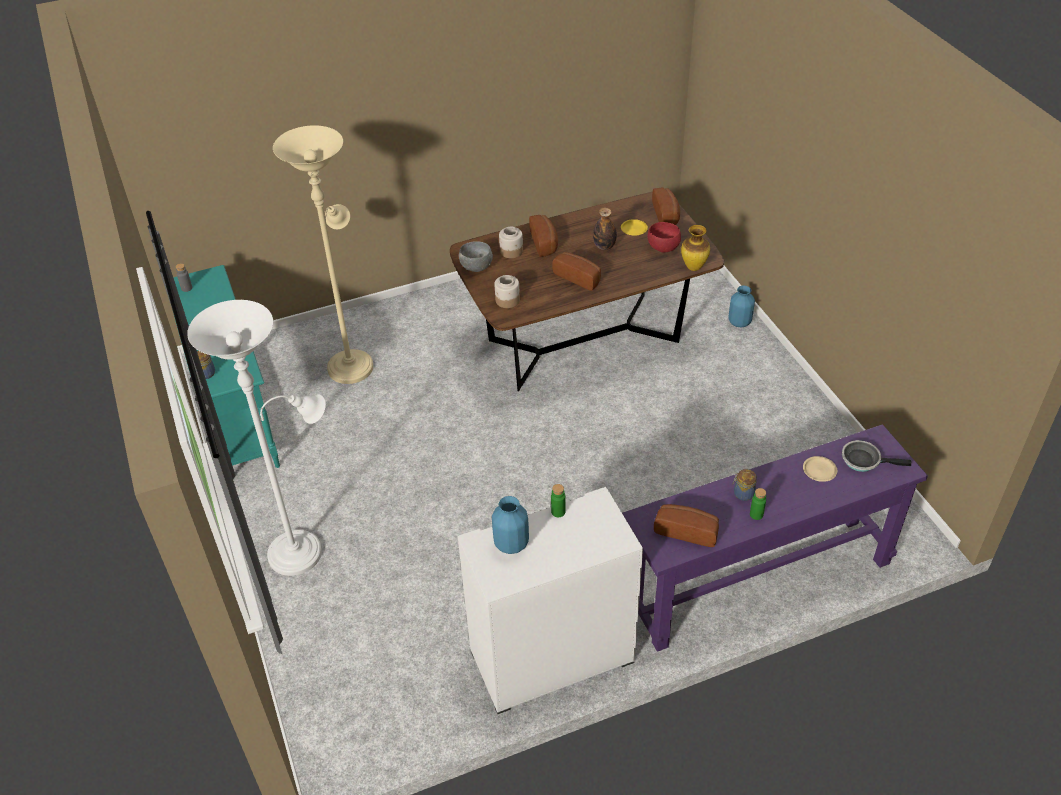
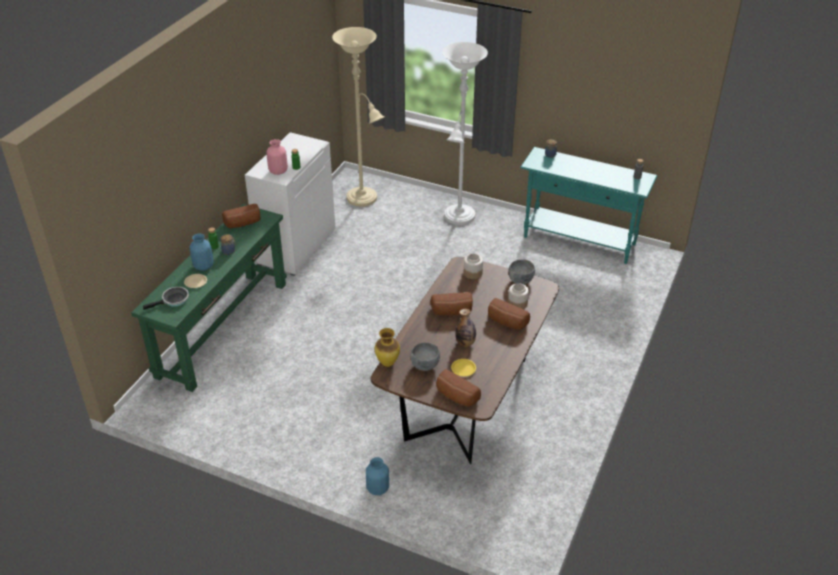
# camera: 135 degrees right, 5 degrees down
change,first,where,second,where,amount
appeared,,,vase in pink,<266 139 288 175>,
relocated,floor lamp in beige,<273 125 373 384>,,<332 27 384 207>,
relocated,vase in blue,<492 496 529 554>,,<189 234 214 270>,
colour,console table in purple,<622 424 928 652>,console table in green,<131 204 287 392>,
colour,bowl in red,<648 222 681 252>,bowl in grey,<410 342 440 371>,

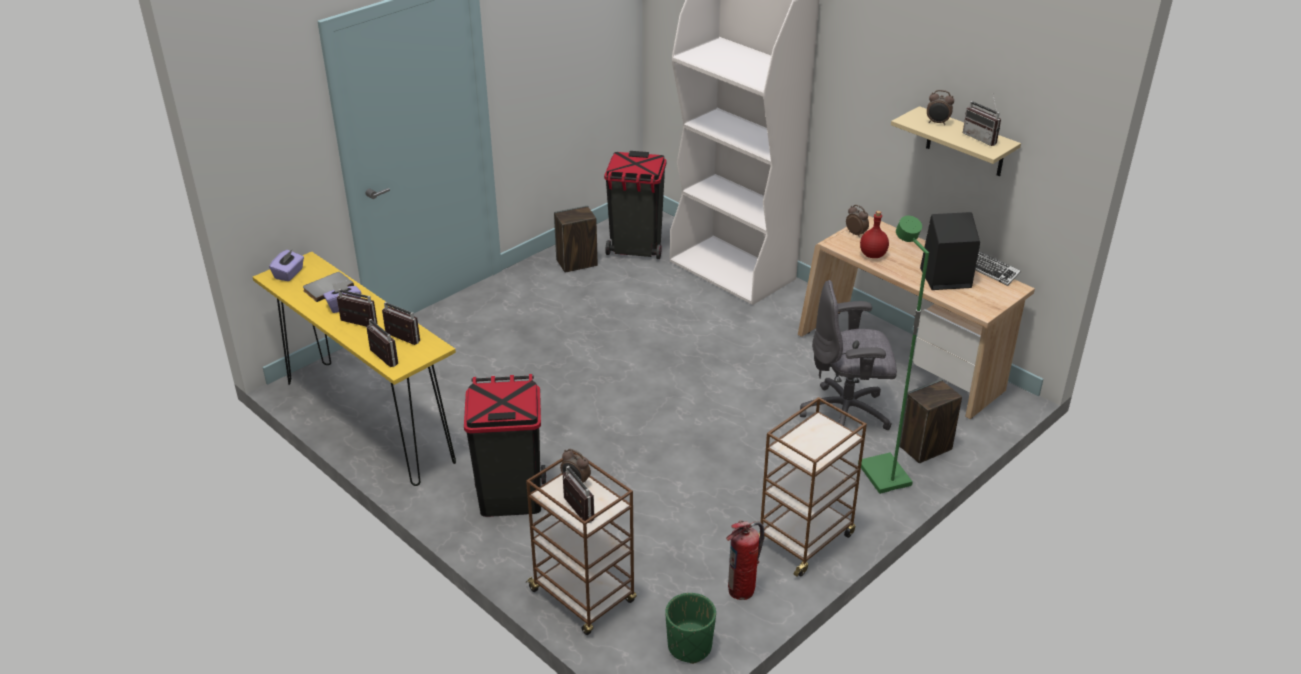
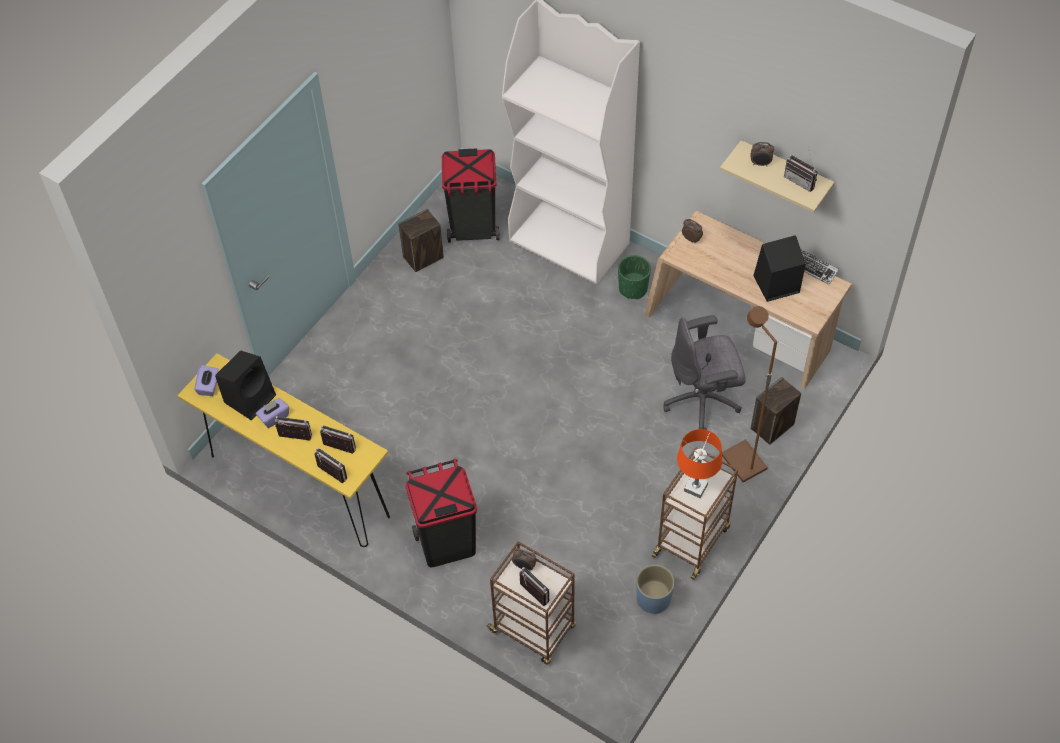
# camera: 10 degrees left, 20 degrees up
change,first,where,second,where,amount
missing,bottle in red,<860 211 889 258>,,,
appeared,,,table lamp in orange,<677 429 722 498>,
relocated,planter in green,<665 593 716 664>,,<618 255 651 299>,
exchanged,book in grey,<303 272 354 302>,speaker in black,<215 350 276 420>,
exchanged,fire extinguisher,<726 520 764 600>,planter in blue,<636 564 675 614>,
colour,floor lamp in green,<858 216 929 494>,floor lamp in brown,<722 306 777 483>,

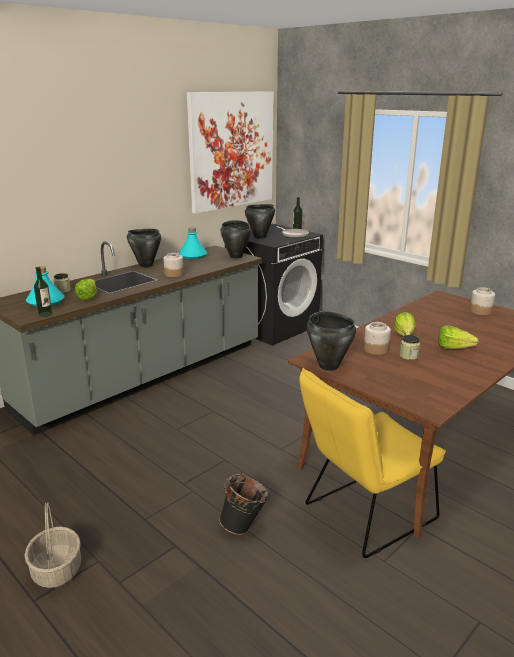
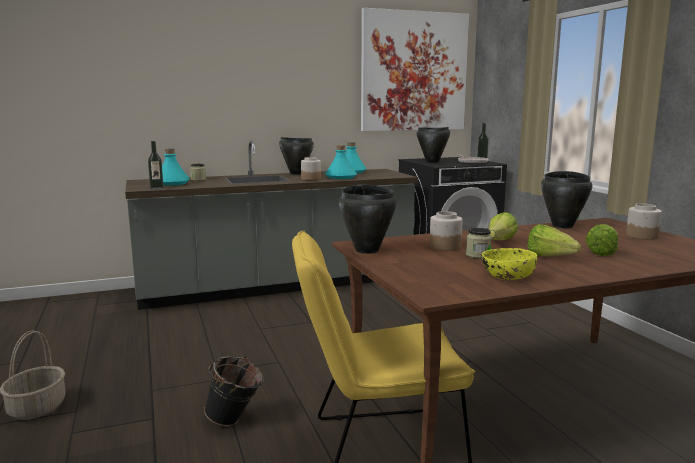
# camera: 25 degrees right, 10 degrees down
change,first,where,second,where,amount
appeared,,,bottle in turquoise,<325 145 357 179>,
appeared,,,bowl in yellow,<482 248 537 280>,
relocated,lettuce,<75 279 97 301>,,<585 224 618 256>,
relocated,cooking pot in black,<220 220 251 258>,,<541 171 592 228>,

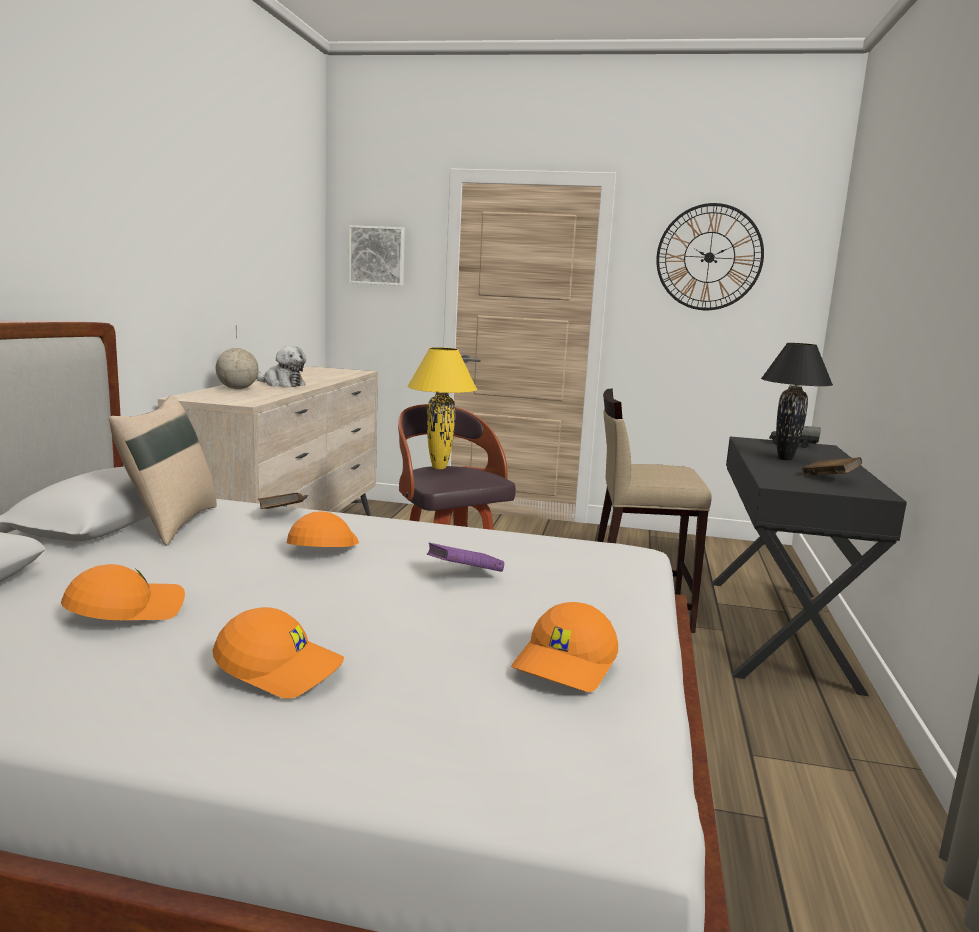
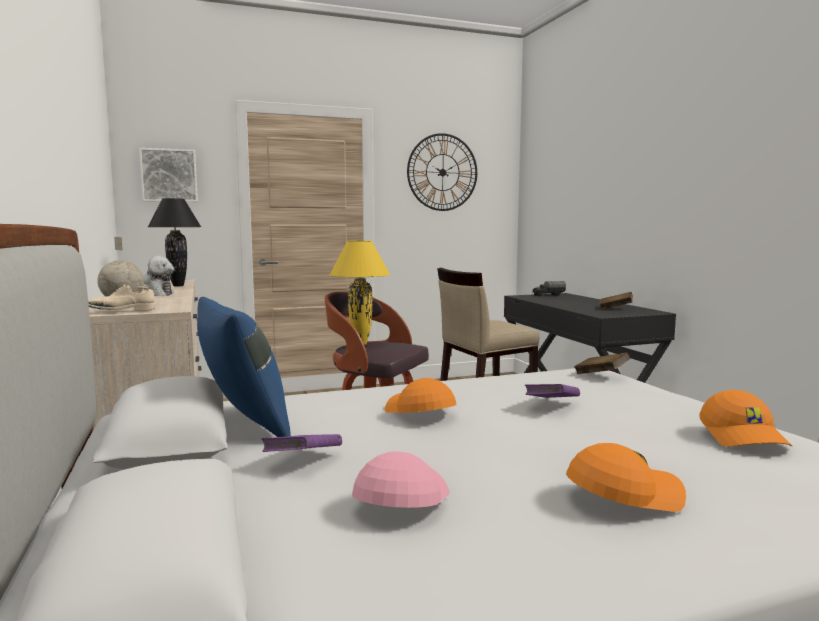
# camera: 30 degrees left, 5 degrees down
change,first,where,second,where,amount
appeared,,,shoe in beige,<88 282 155 311>,
appeared,,,book in purple,<262 434 342 452>,
relocated,book in brown,<258 493 304 509>,,<574 352 630 374>,
relocated,table lamp in black,<761 343 833 460>,,<148 198 201 287>,
colour,cap in orange,<61 564 185 620>,cap in pink,<352 452 449 508>,
colour,pillow in beige,<109 395 217 546>,pillow in blue,<197 297 291 437>,

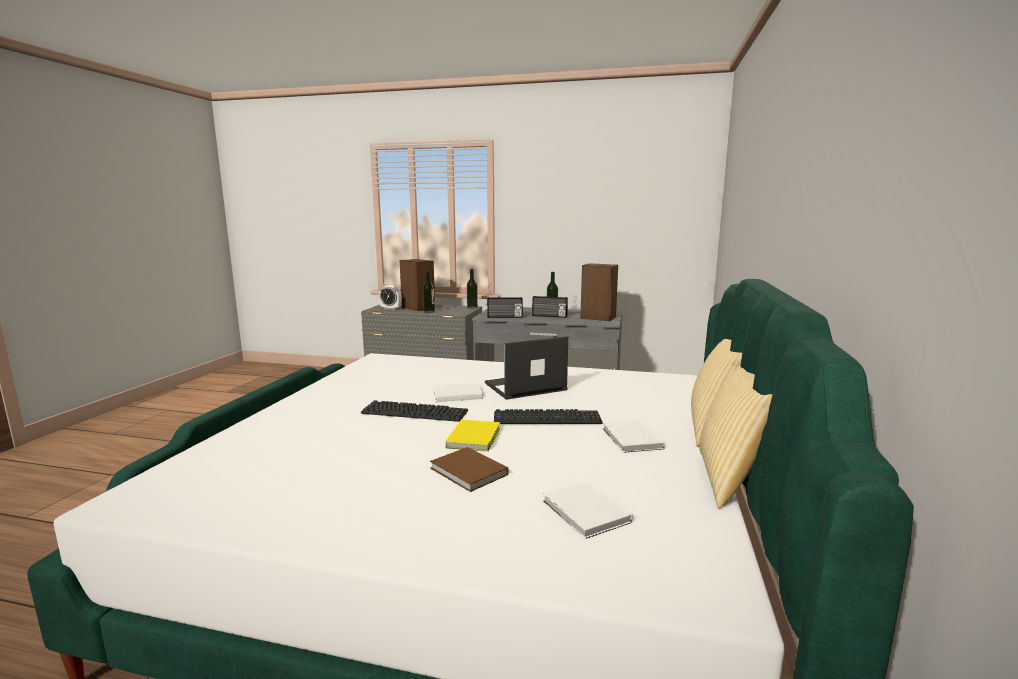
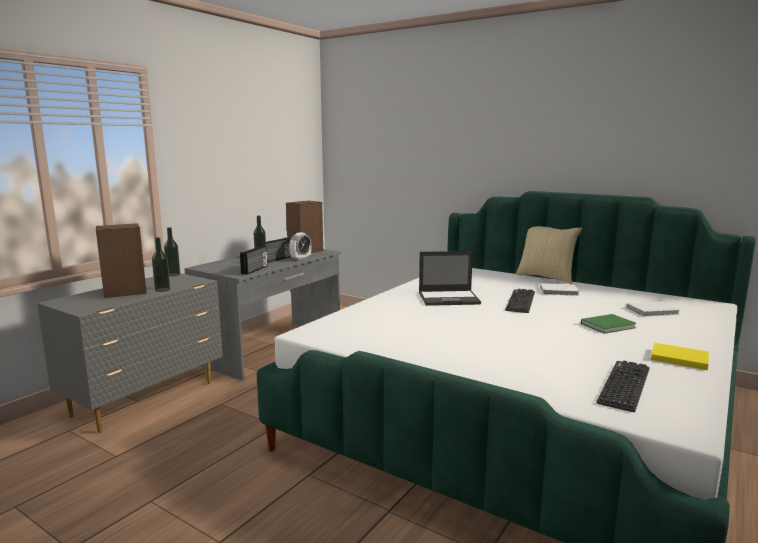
# camera: 70 degrees left, 0 degrees up
change,first,where,second,where,amount
missing,book in white,<433 383 483 402>,,,
missing,pillow,<700 364 773 509>,,,
relocated,keyboard,<361 400 468 422>,,<596 361 650 412>,
relocated,alarm clock,<379 285 402 310>,,<289 232 311 260>,
relocated,book in yellow,<445 419 500 452>,,<651 343 709 370>,
colour,book in brown,<430 447 508 492>,book in green,<581 314 637 334>,
spun,laptop,<485 336 568 400>,,<419 251 481 306>,90 degrees counterclockwise

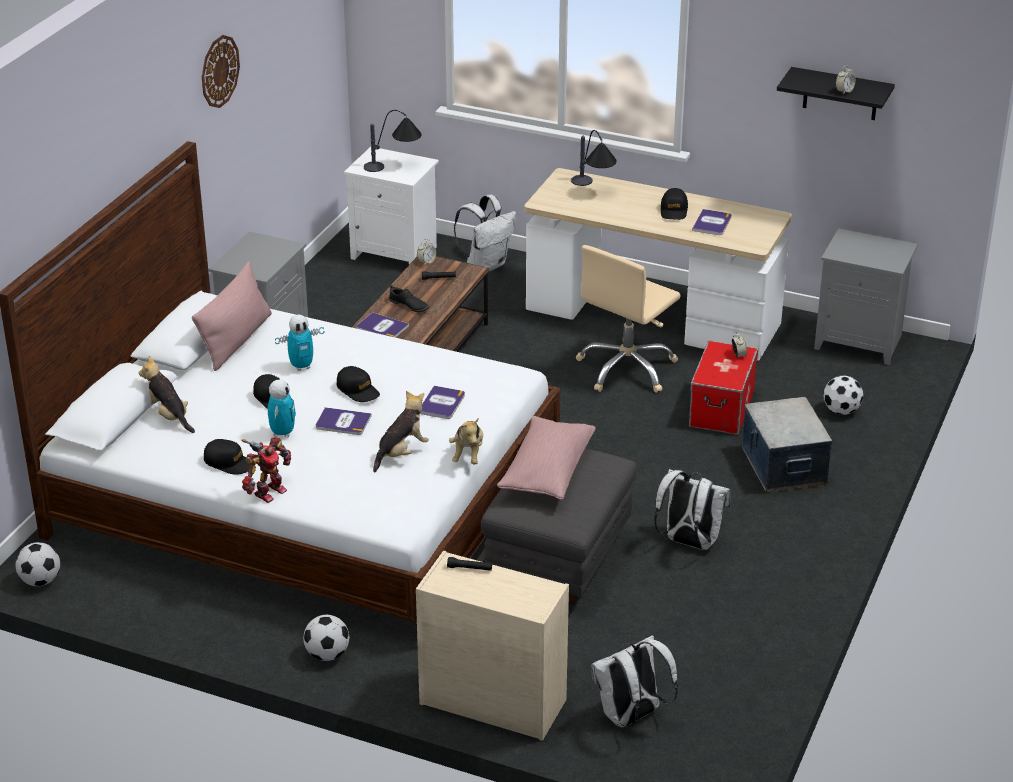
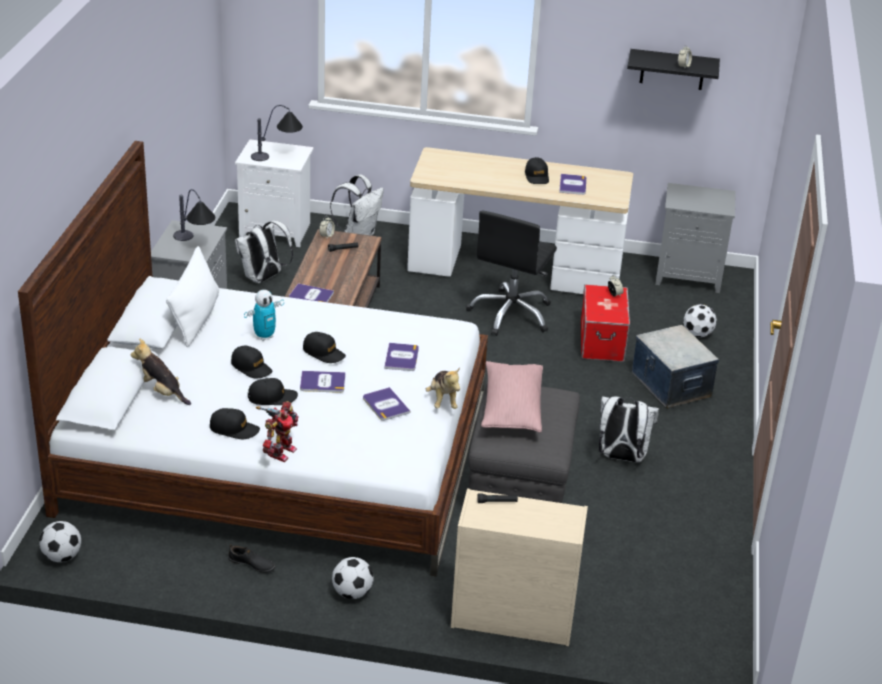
# camera: 15 degrees left, 0 degrees up
change,first,where,second,where,amount
missing,wall clock,<202 35 240 108>,,,
relocated,shoe in black,<389 285 429 312>,,<228 544 275 573>,
relocated,table lamp,<571 130 617 186>,,<173 189 215 241>,
relocated,backpack in white,<591 635 678 727>,,<235 221 293 283>,
exchanged,toy robot,<268 379 296 438>,cap in black,<248 378 298 405>,
exchanged,plush toy,<373 391 429 472>,book,<363 387 410 421>,
colour,pillow in pink,<192 262 272 371>,pillow in white,<166 246 219 347>,
colour,office chair in beige,<576 245 681 393>,office chair in black,<466 211 557 336>,

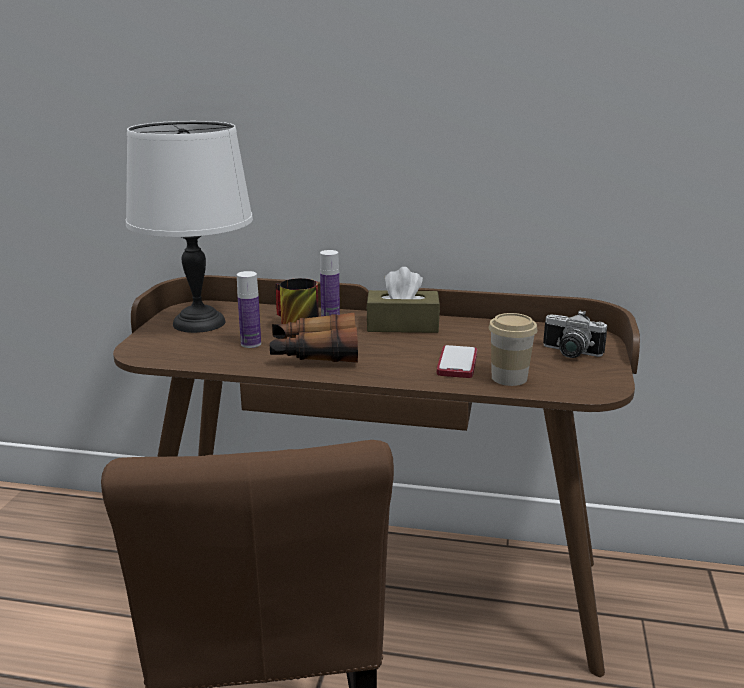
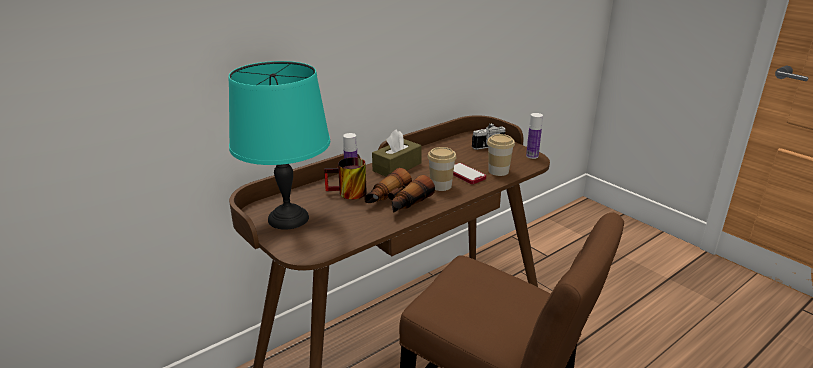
# camera: 50 degrees left, 5 degrees up
change,first,where,second,where,amount
appeared,,,cup,<428 147 457 191>,
relocated,bottle,<237 271 261 348>,,<526 113 543 159>,
colour,table lamp in white,<126 121 253 333>,table lamp in turquoise,<228 61 330 230>,

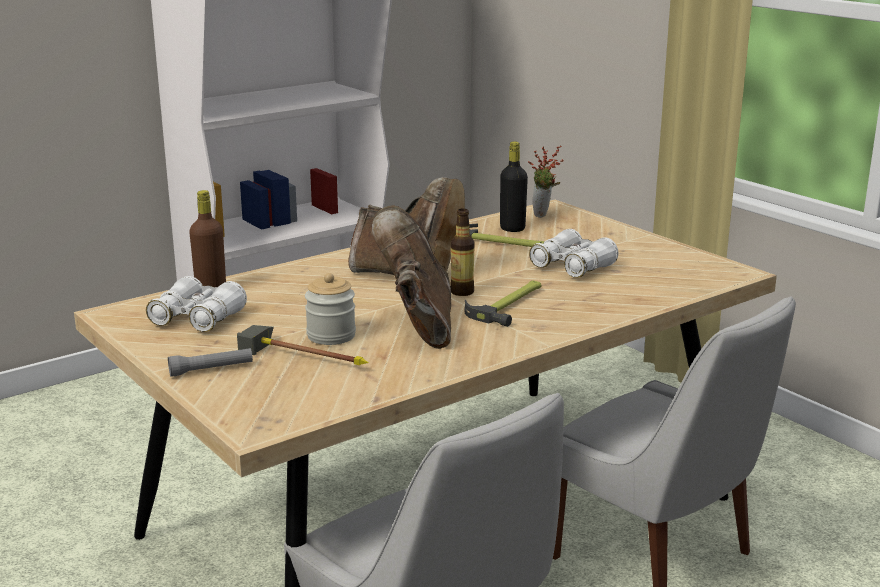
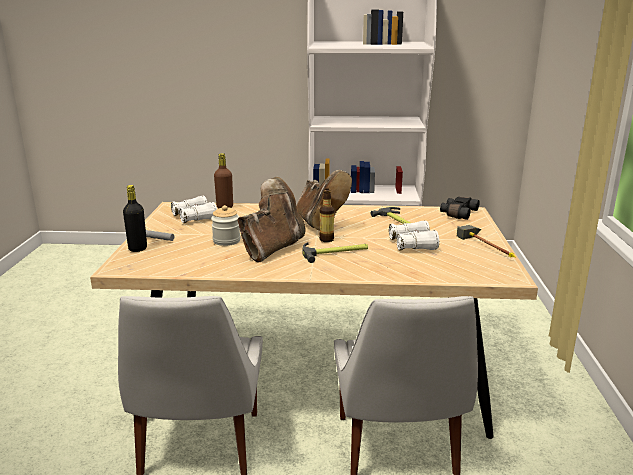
# camera: 40 degrees right, 0 degrees up
change,first,where,second,where,amount
relocated,hammer,<237 325 368 365>,,<457 225 516 257>,
relocated,bottle in black,<500 141 528 232>,,<123 185 147 252>,
exchanged,potted plant,<528 145 563 218>,binoculars in black,<440 197 480 220>,

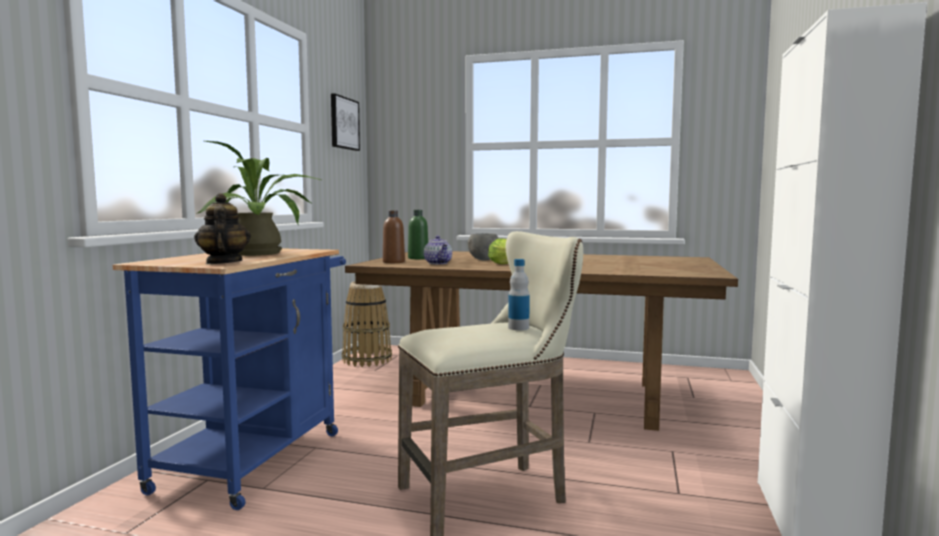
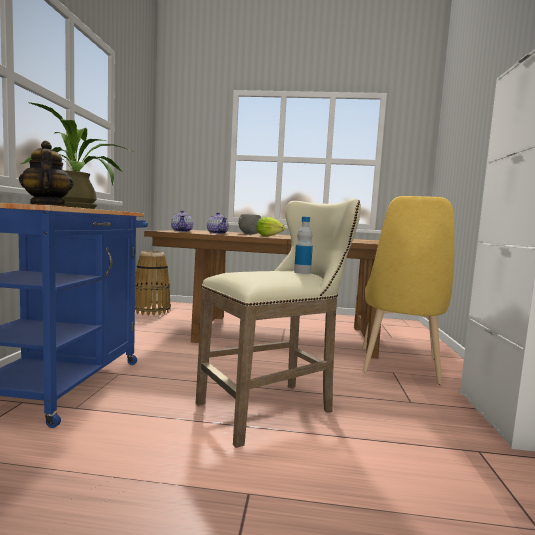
# camera: 10 degrees left, 0 degrees up
change,first,where,second,where,amount
missing,picture,<331 93 360 151>,,,
missing,bottle in green,<408 210 428 259>,,,
appeared,,,chair in yellow,<362 196 454 384>,
exchanged,bottle in brown,<383 210 405 263>,teapot,<171 210 193 232>,

